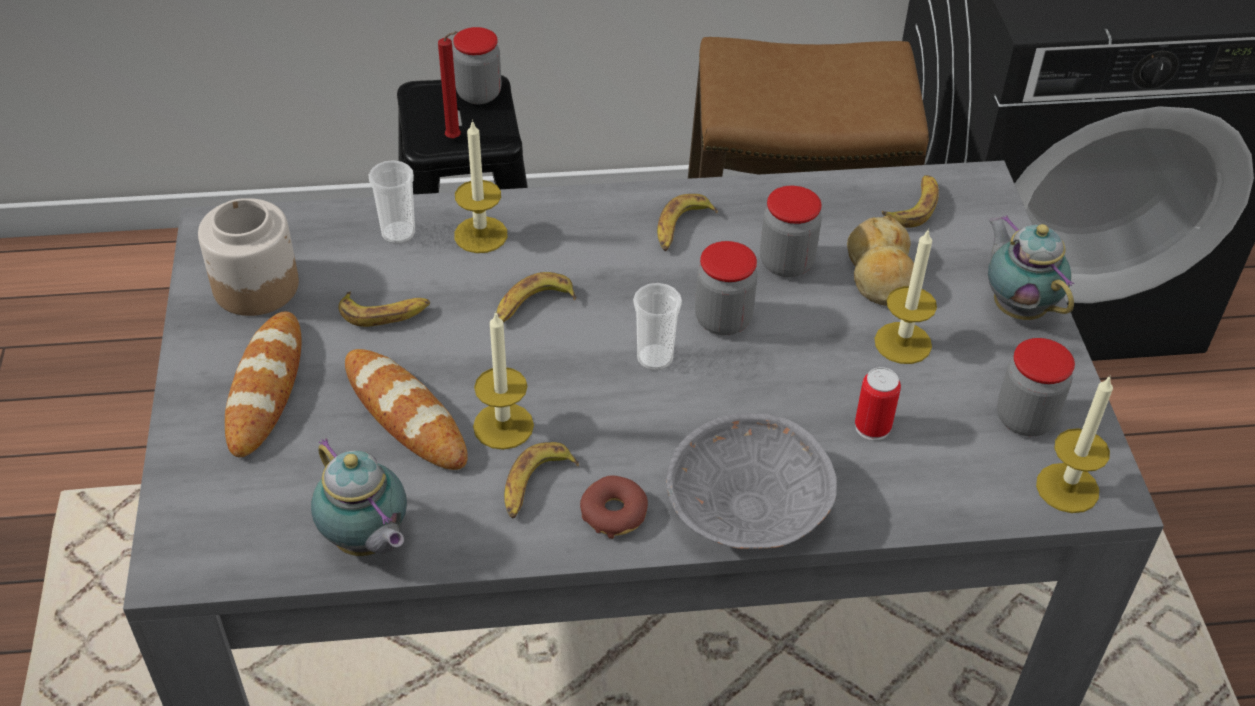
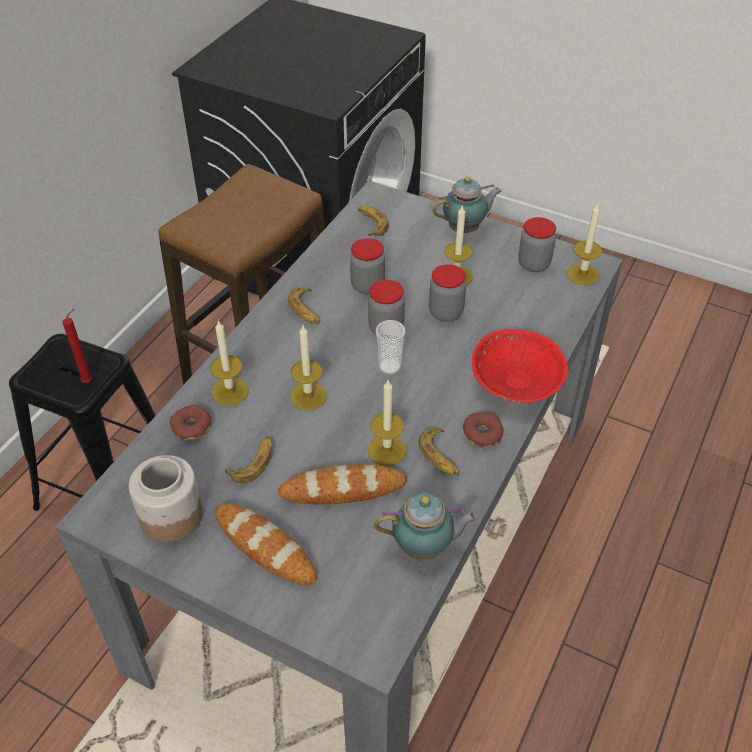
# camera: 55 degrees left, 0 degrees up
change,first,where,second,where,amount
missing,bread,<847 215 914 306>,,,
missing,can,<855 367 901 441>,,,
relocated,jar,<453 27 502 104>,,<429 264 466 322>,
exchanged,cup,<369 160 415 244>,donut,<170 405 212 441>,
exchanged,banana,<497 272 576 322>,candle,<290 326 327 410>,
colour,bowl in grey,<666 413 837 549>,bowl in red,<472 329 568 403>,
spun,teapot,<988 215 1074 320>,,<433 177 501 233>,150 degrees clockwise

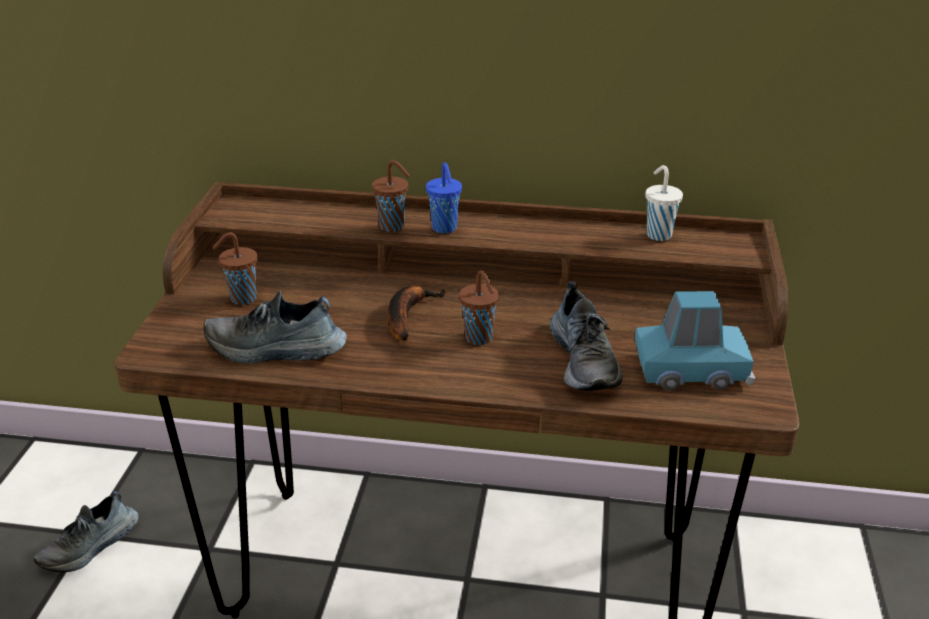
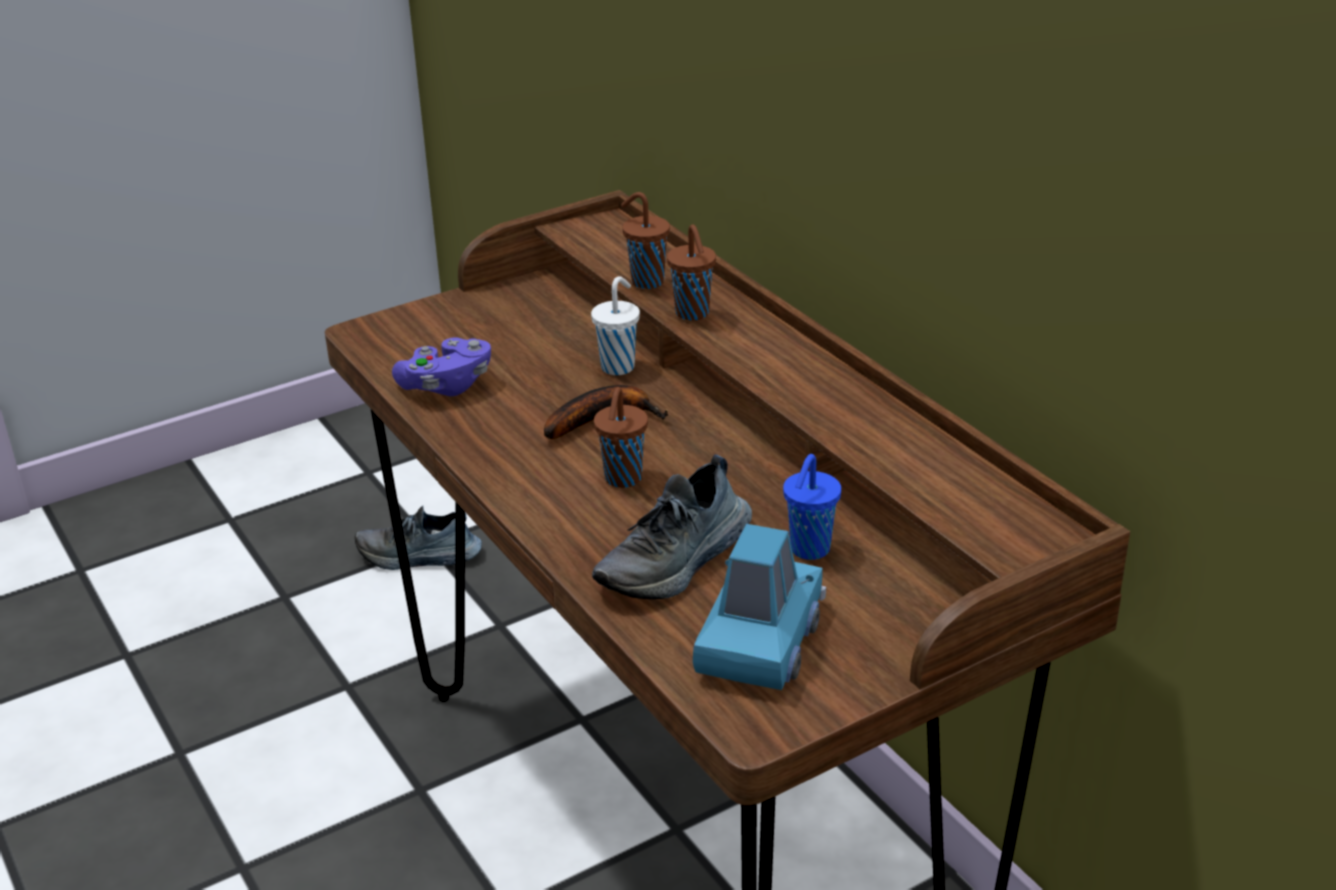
# camera: 50 degrees right, 0 degrees up
change,first,where,second,where,amount
relocated,cup in brown,<212 232 257 305>,,<621 192 670 289>,
relocated,cup in blue,<426 162 462 233>,,<783 454 841 560>,
relocated,cup in white,<646 165 683 241>,,<591 276 640 375>,
exchanged,shoe,<203 291 347 363>,game controller in purple,<392 337 491 396>,
spun,toy car in blue,<635 291 755 390>,,<693 524 826 690>,120 degrees counterclockwise

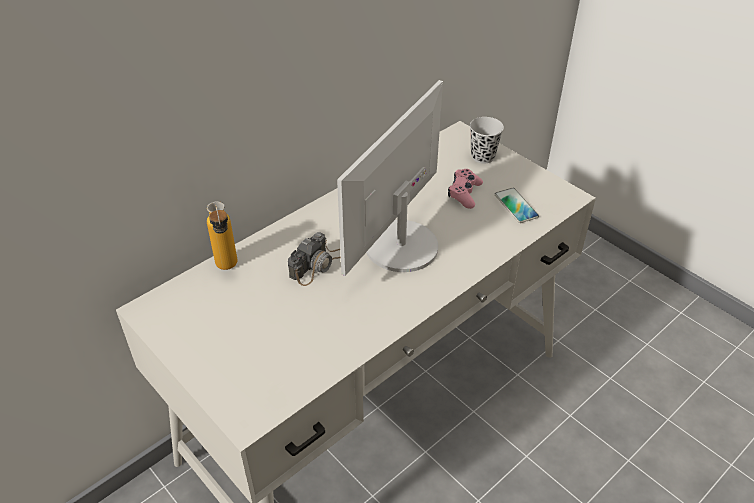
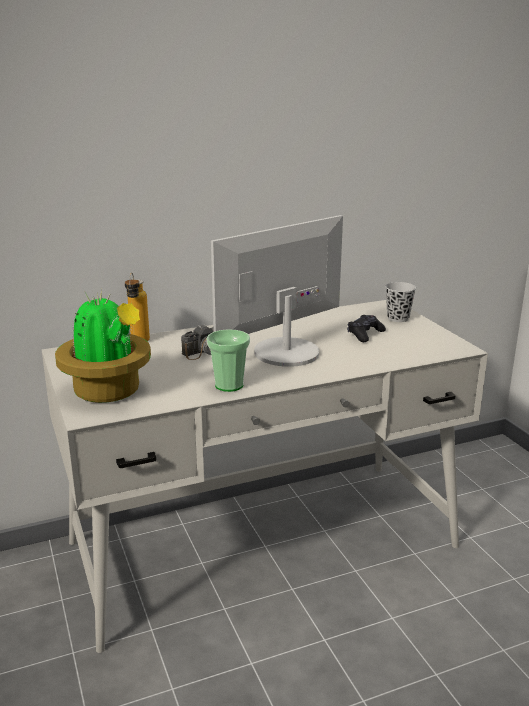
# camera: 20 degrees right, 20 degrees down
change,first,where,second,where,amount
missing,phone,<495 188 539 223>,,,
appeared,,,potted plant,<55 289 151 403>,
appeared,,,cup,<206 329 250 392>,
colour,game controller in pink,<448 169 483 209>,game controller in black,<347 315 386 342>,

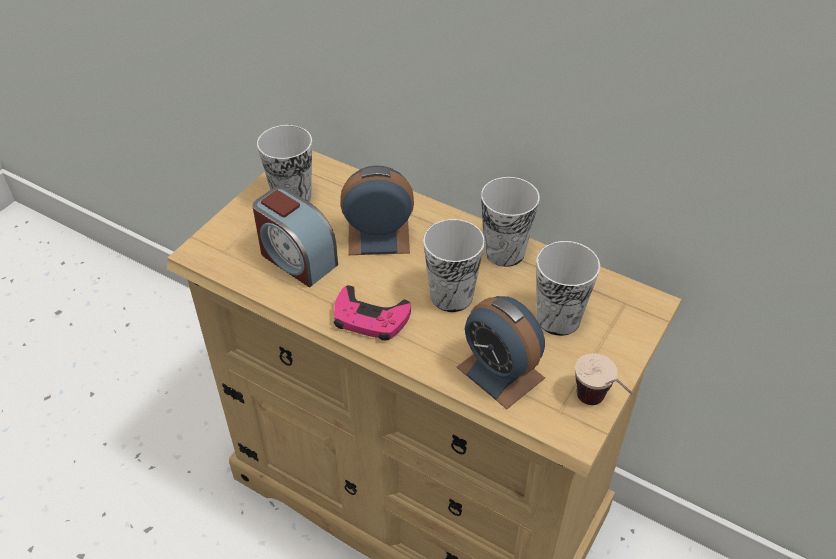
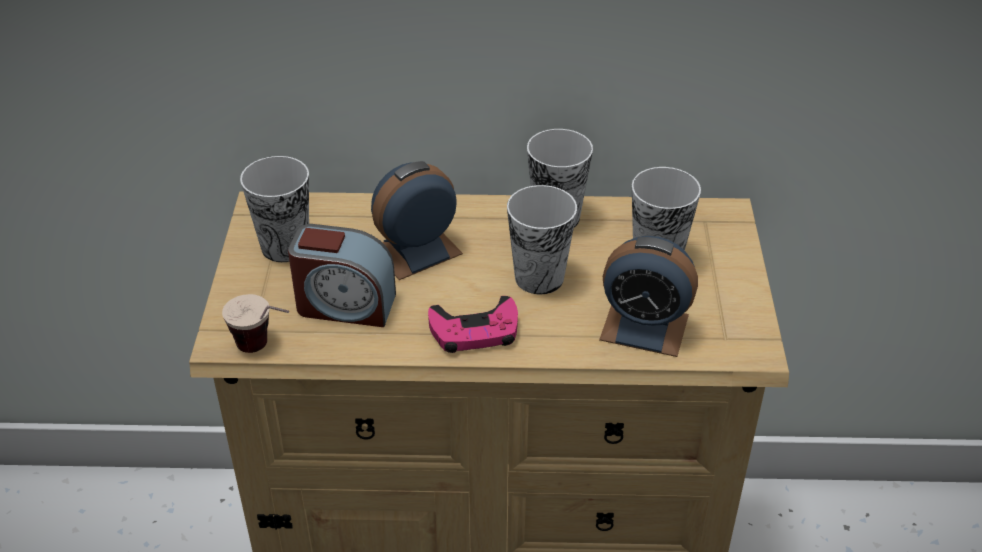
# camera: 30 degrees left, 5 degrees down
change,first,where,second,where,amount
relocated,cup,<575 353 634 405>,,<222 294 289 353>,

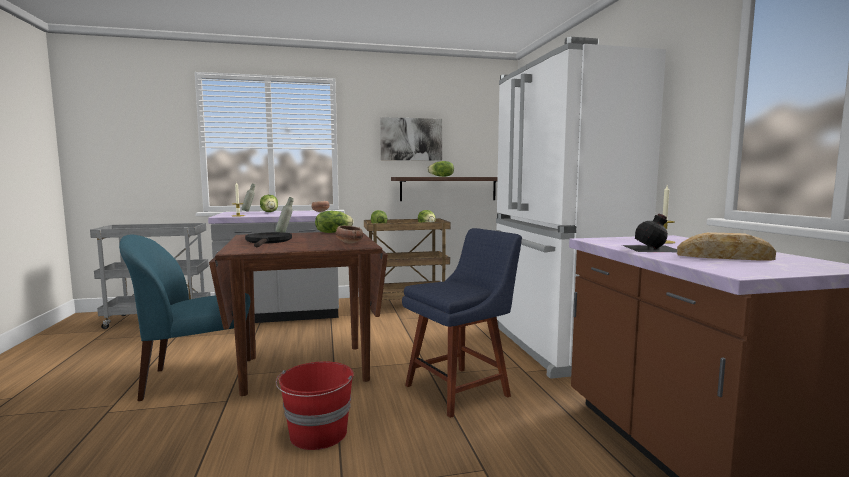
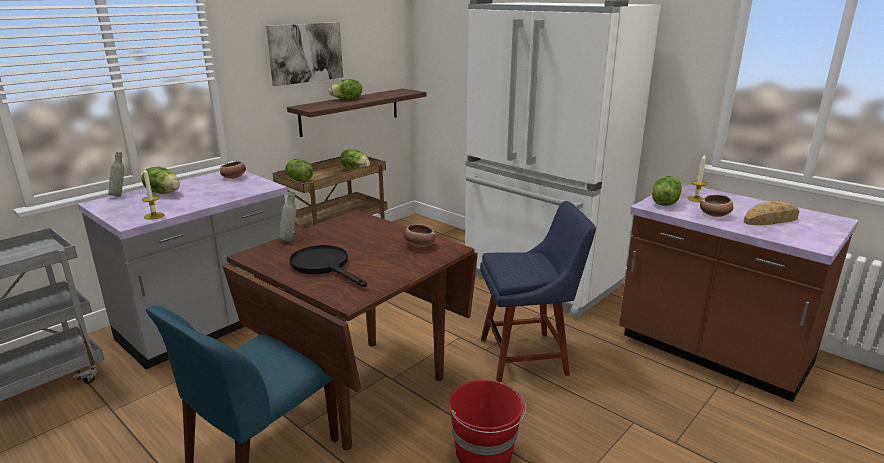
# camera: 35 degrees left, 15 degrees up
change,first,where,second,where,amount
relocated,lettuce,<315 211 354 233>,,<652 176 682 206>,
exchanged,bottle in black,<622 214 677 252>,bowl,<700 195 733 217>,
spun,chair in blue,<402 228 522 418>,,<480 201 596 382>,60 degrees clockwise

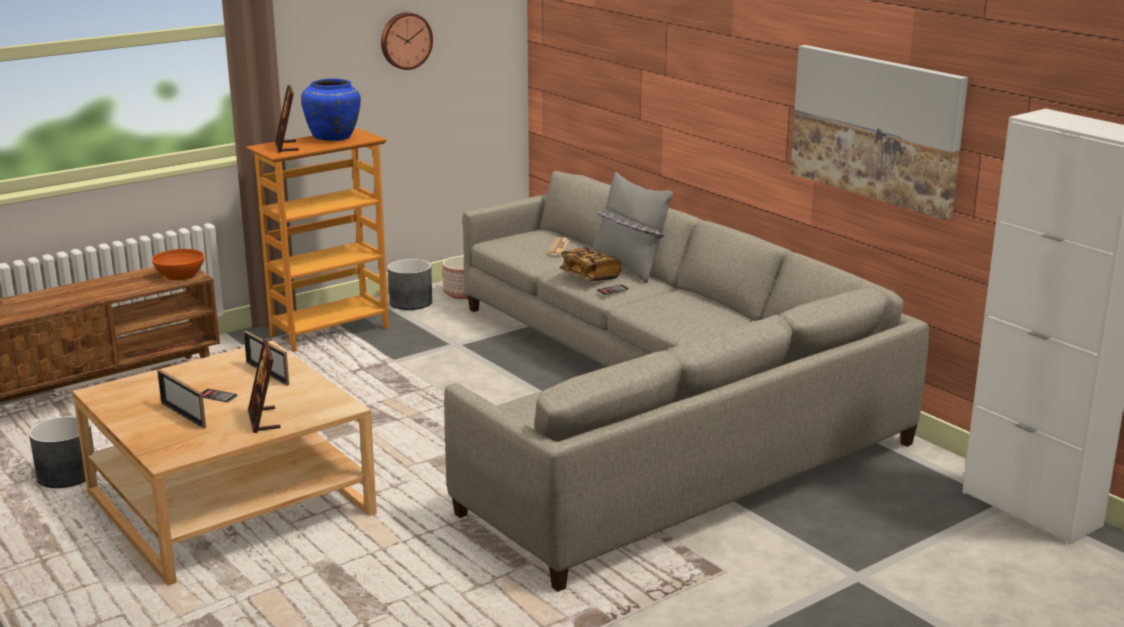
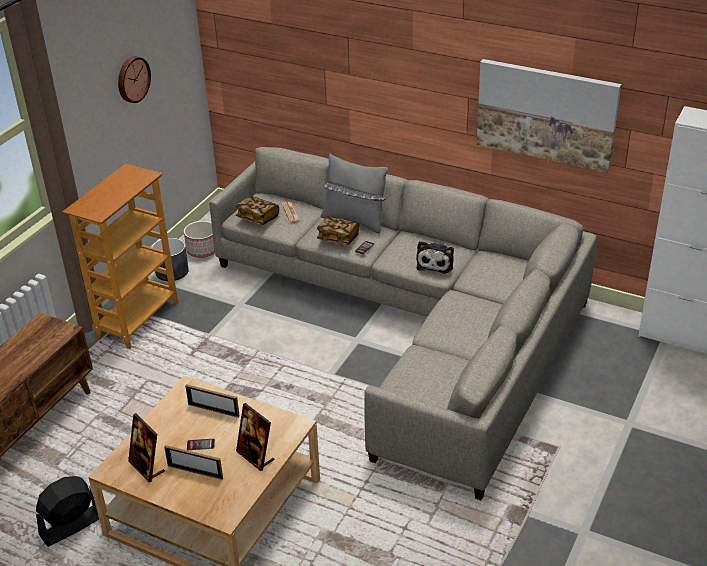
# camera: 25 degrees left, 15 degrees up
change,first,where,second,where,amount
missing,bowl in orange,<152 249 204 281>,,,
missing,vase in blue,<301 79 361 141>,,,
appeared,,,book,<236 196 279 225>,
appeared,,,plush toy,<416 241 454 274>,
relocated,picture frame,<275 85 299 153>,,<128 413 165 482>,
exchanged,planter in grey,<29 416 97 488>,fan in black,<36 476 99 547>,

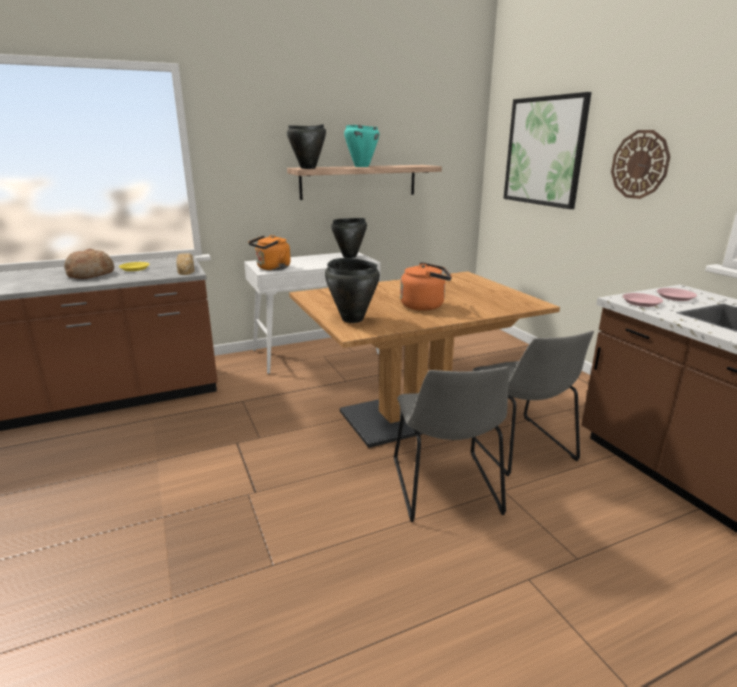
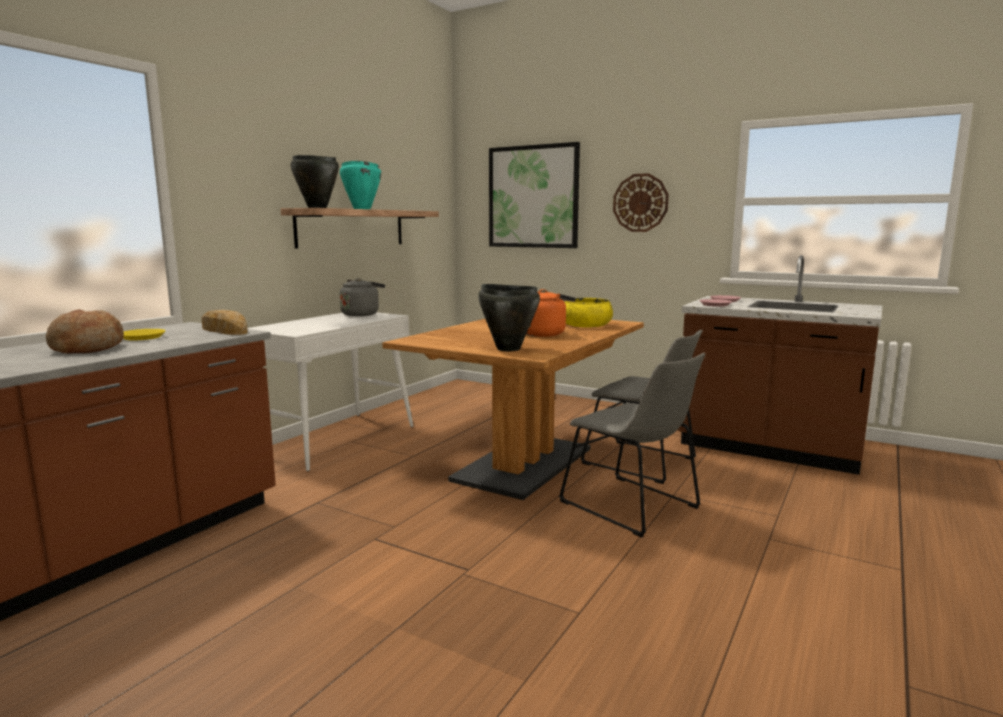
# camera: 35 degrees left, 10 degrees down
change,first,where,second,where,amount
missing,kettle in orange,<248 235 291 271>,,,
appeared,,,bowl in yellow,<564 298 613 327>,
exchanged,cooking pot in black,<331 218 367 258>,kettle in grey,<340 278 385 316>,

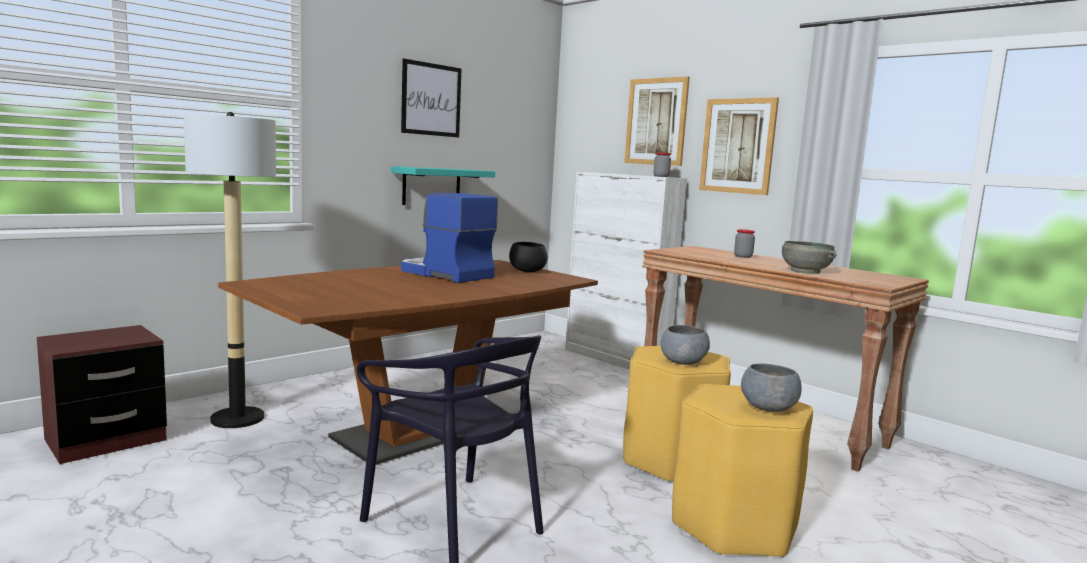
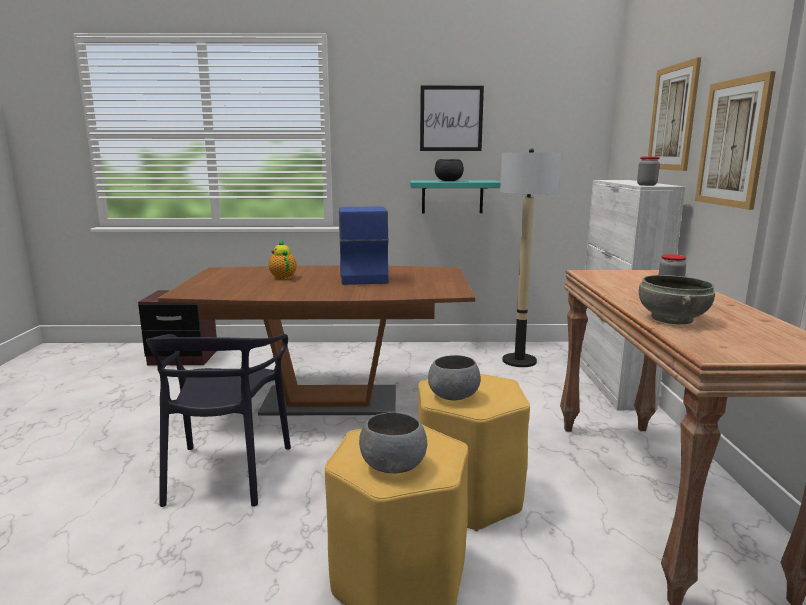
# camera: 45 degrees right, 5 degrees up
change,first,where,second,where,amount
appeared,,,teapot,<268 239 297 280>,
relocated,floor lamp,<184 112 276 428>,,<500 149 561 367>,
relocated,bowl in black,<509 242 548 272>,,<435 159 464 181>,

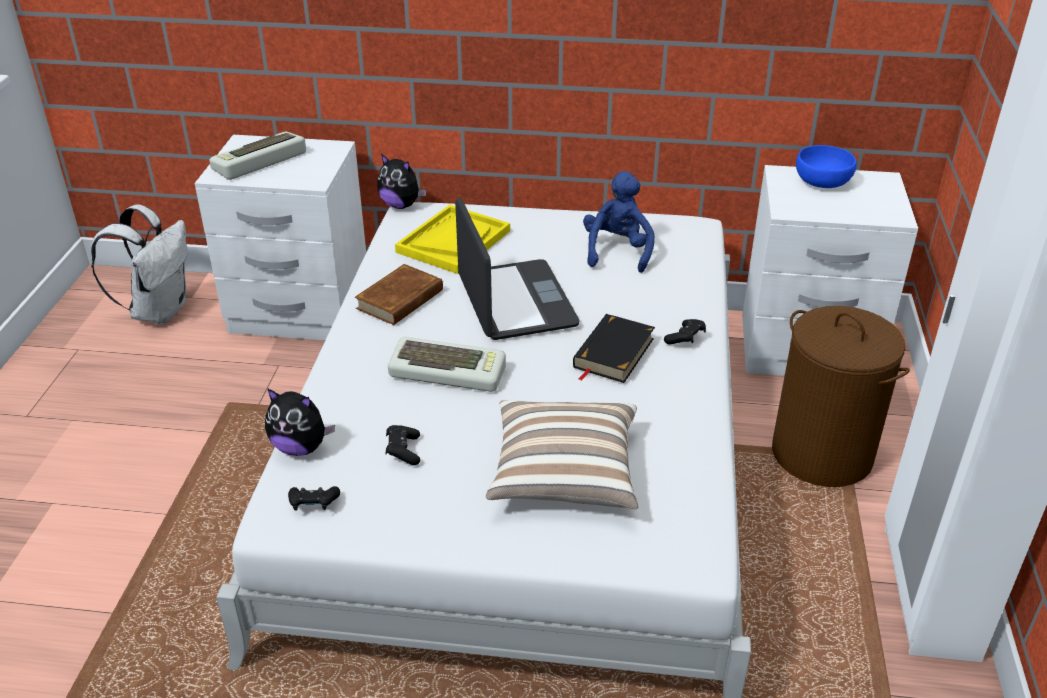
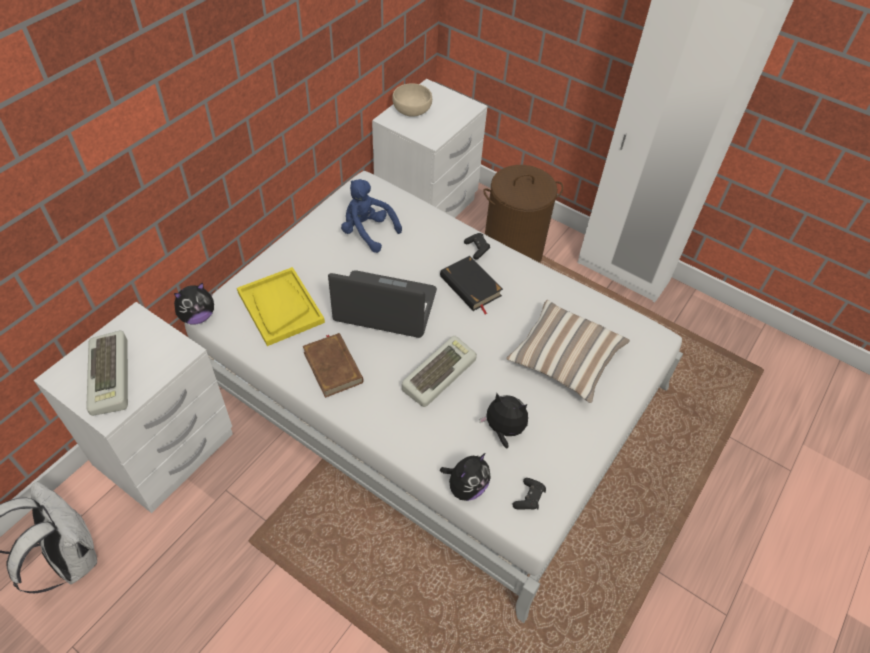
# camera: 65 degrees left, 15 degrees up
change,first,where,second,where,amount
exchanged,game controller in black,<385 425 420 465>,plush toy,<480 393 528 449>,
colour,bowl in blue,<796 145 857 188>,bowl in beige,<392 83 432 117>,

